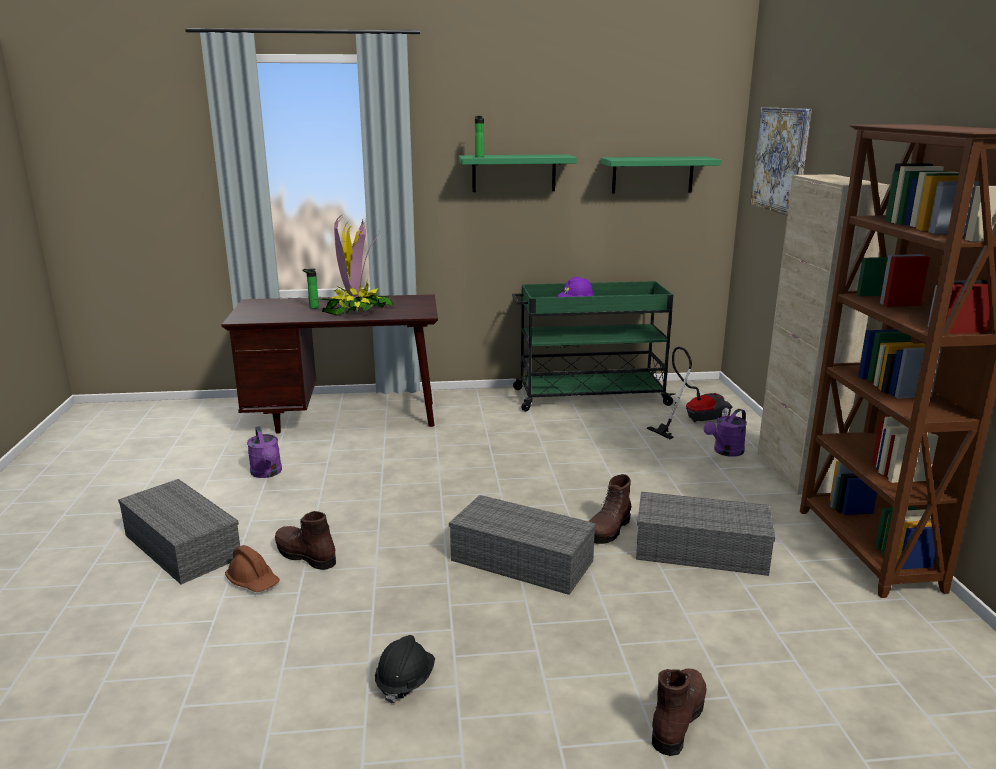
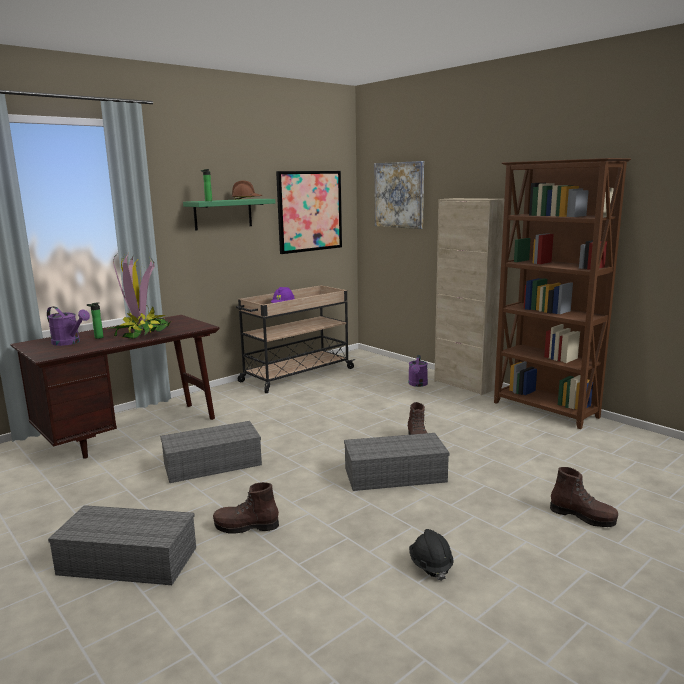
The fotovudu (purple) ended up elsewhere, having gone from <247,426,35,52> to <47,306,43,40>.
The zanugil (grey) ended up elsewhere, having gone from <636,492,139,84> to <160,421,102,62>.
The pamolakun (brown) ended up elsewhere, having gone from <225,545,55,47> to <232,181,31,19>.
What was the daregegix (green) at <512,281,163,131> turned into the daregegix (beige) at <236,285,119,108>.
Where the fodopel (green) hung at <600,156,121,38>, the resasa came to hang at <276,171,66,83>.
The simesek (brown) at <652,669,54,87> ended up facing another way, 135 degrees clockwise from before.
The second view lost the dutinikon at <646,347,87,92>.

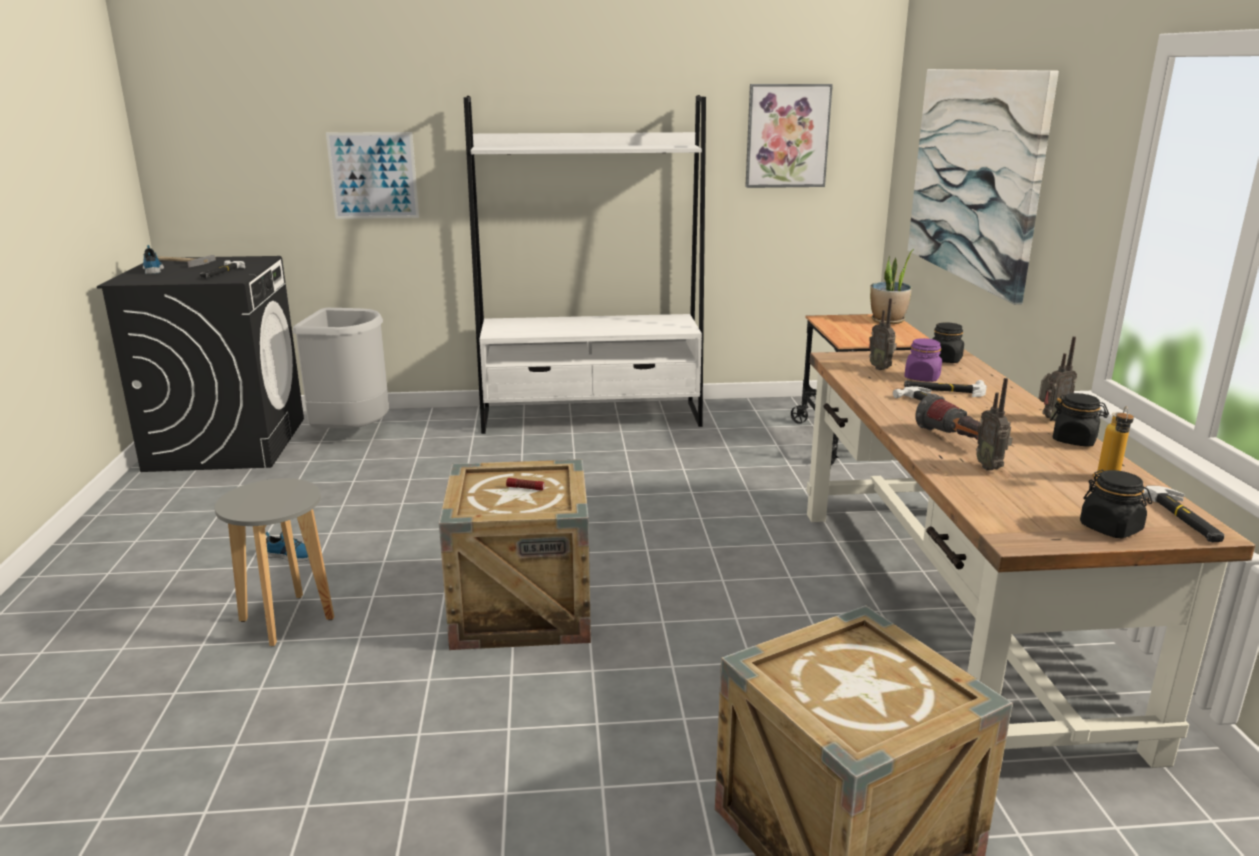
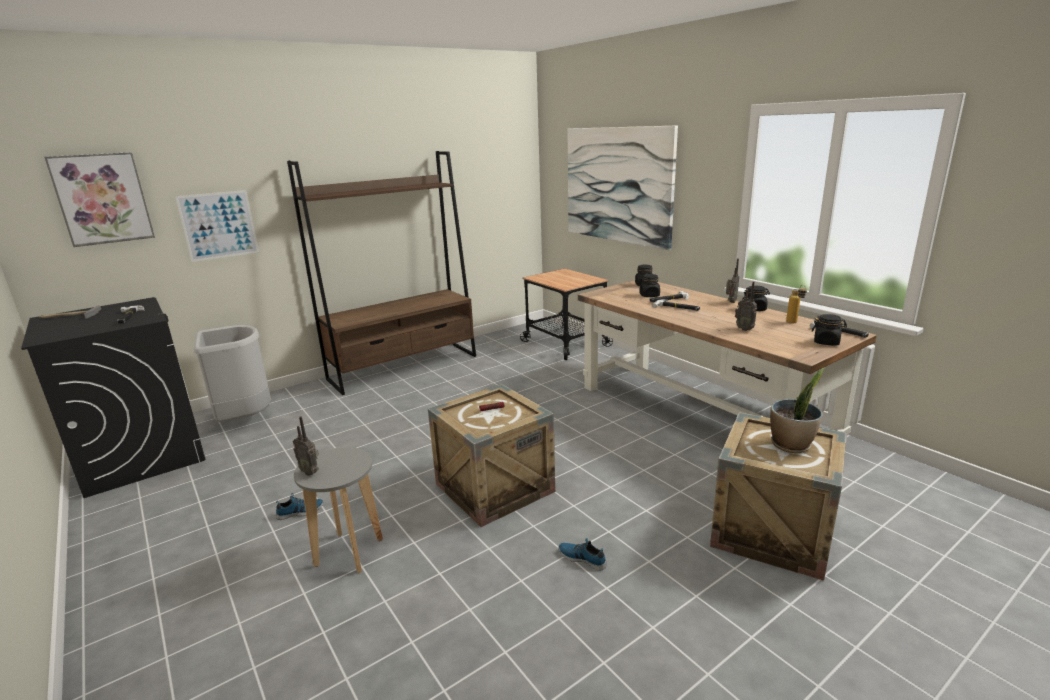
The resasa ended up elsewhere, having gone from <745,84,88,104> to <44,152,111,95>.
What was the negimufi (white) at <464,95,242,339> turned into the negimufi (brown) at <287,151,189,244>.
The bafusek ended up elsewhere, having gone from <869,298,28,72> to <293,416,26,60>.
The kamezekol ended up elsewhere, having gone from <143,245,21,29> to <558,538,49,33>.
What was the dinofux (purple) at <904,338,38,44> turned into the dinofux (black) at <639,274,21,23>.
The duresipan ended up elsewhere, having gone from <870,249,44,75> to <770,367,55,86>.
The second view lost the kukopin at <915,394,66,45>.

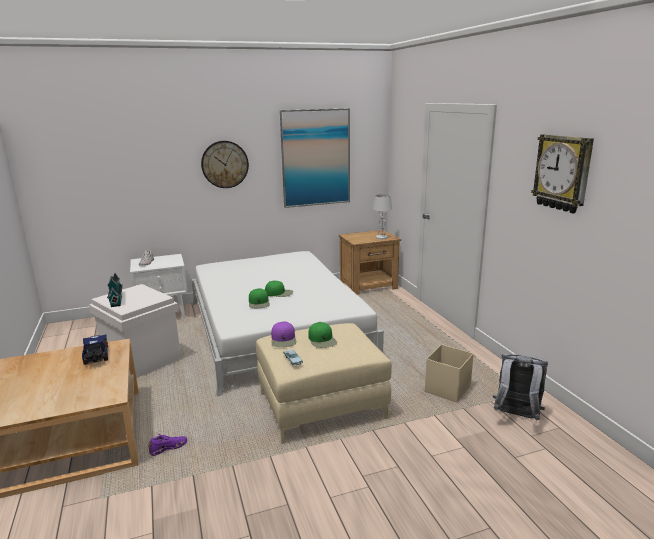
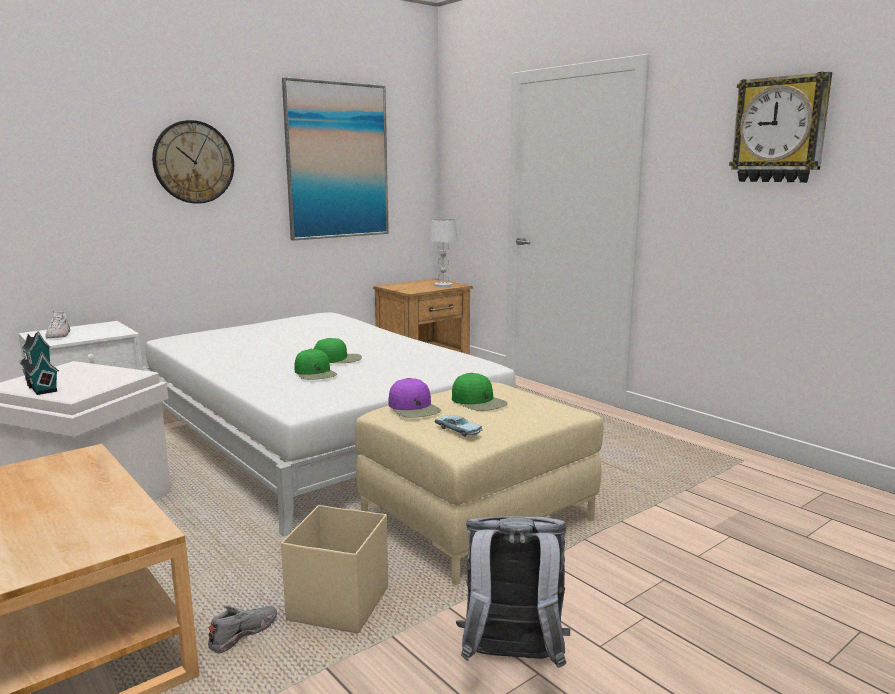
What was the kamezekol (purple) at <148,434,39,22> turned into the kamezekol (grey) at <208,606,69,47>.
The zanugil (beige) ended up elsewhere, having gone from <425,344,49,59> to <281,505,107,129>.
The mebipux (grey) ended up elsewhere, having gone from <493,354,55,66> to <456,516,114,152>.
The second view lost the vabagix at <82,335,26,30>.

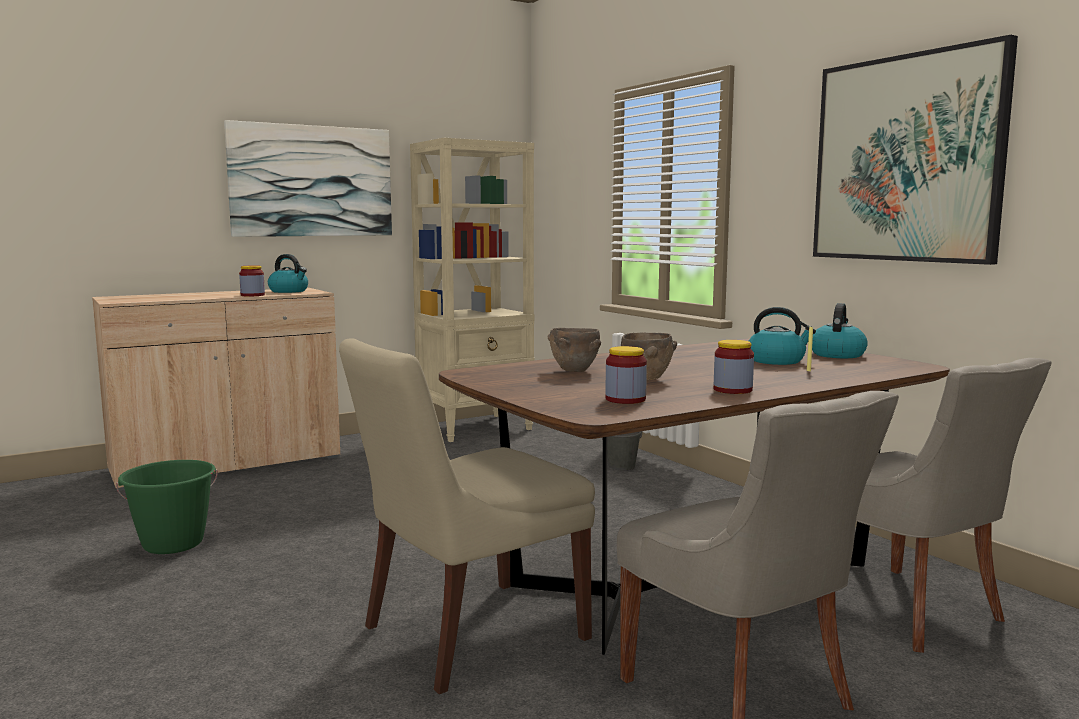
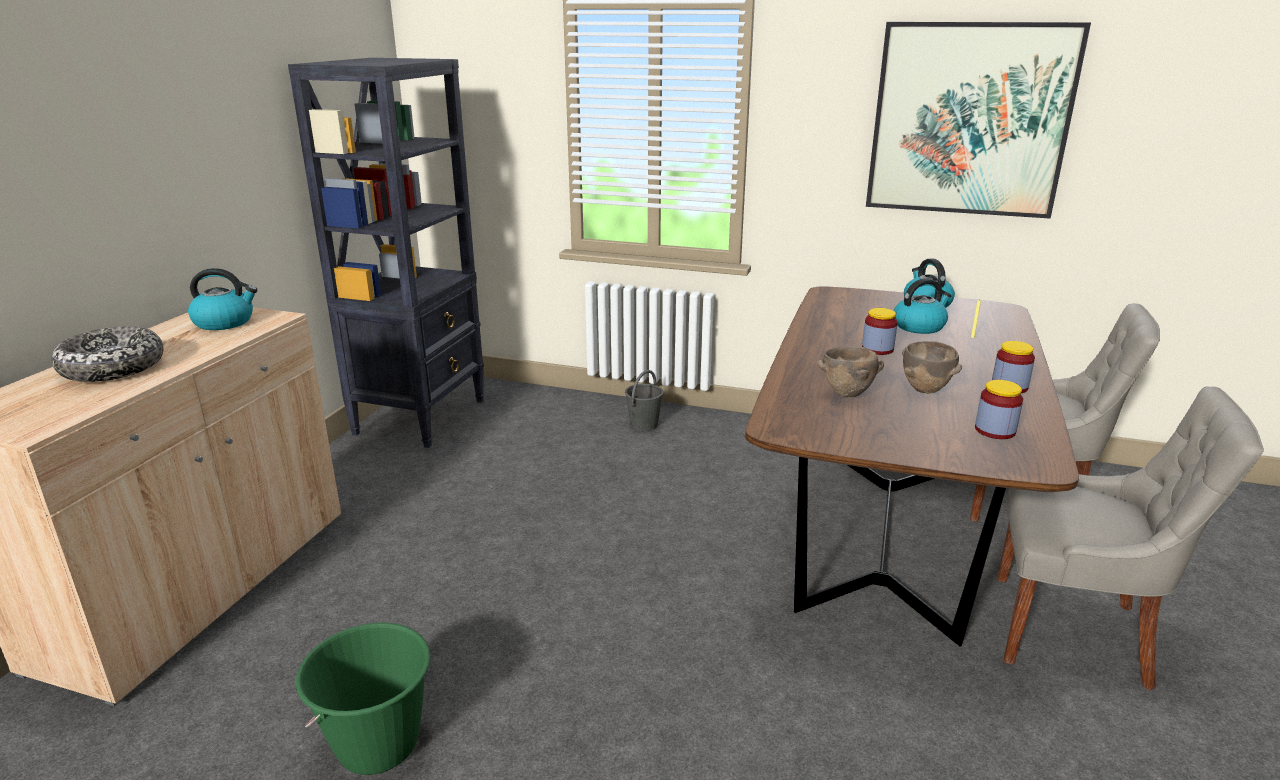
The second view gained the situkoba at <51,326,113,56>.
What was the negimufi (beige) at <410,138,125,304> turned into the negimufi (black) at <288,58,197,390>.
The dinofux ended up elsewhere, having gone from <239,265,26,31> to <862,308,36,47>.
The second view lost the resasa at <224,120,168,117>.
The second view lost the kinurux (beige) at <339,338,256,356>.

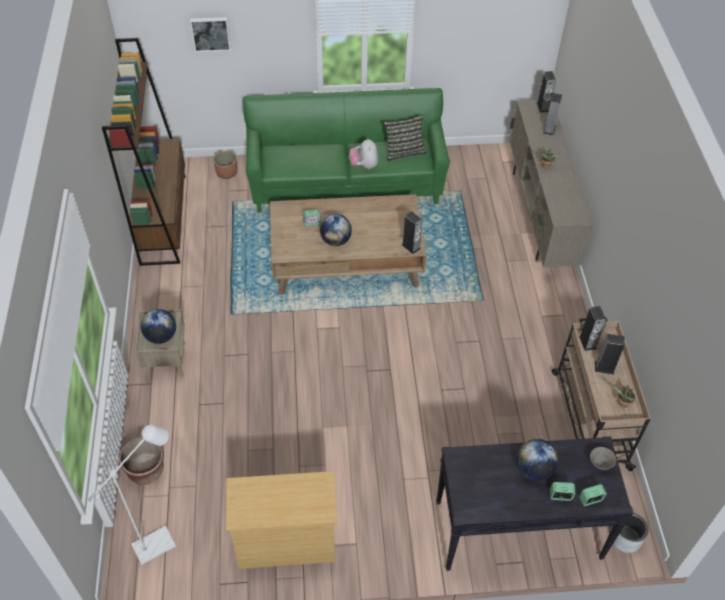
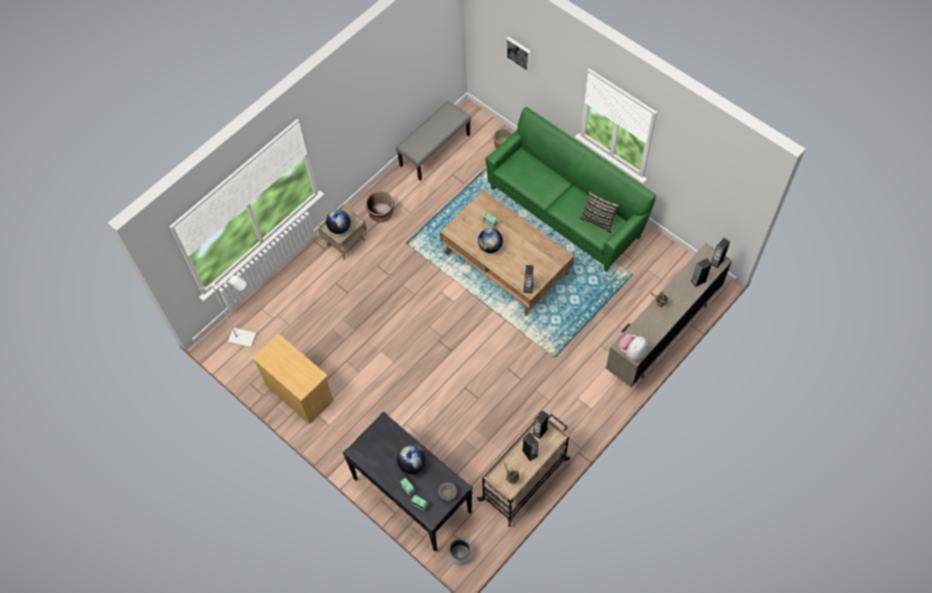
The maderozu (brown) ended up elsewhere, having gone from <119,437,45,48> to <366,192,28,31>.
Where the negimufi (brown) stood at <102,38,84,228>, the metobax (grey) came to stand at <396,101,75,80>.
The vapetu ended up elsewhere, having gone from <349,139,30,30> to <618,334,29,27>.

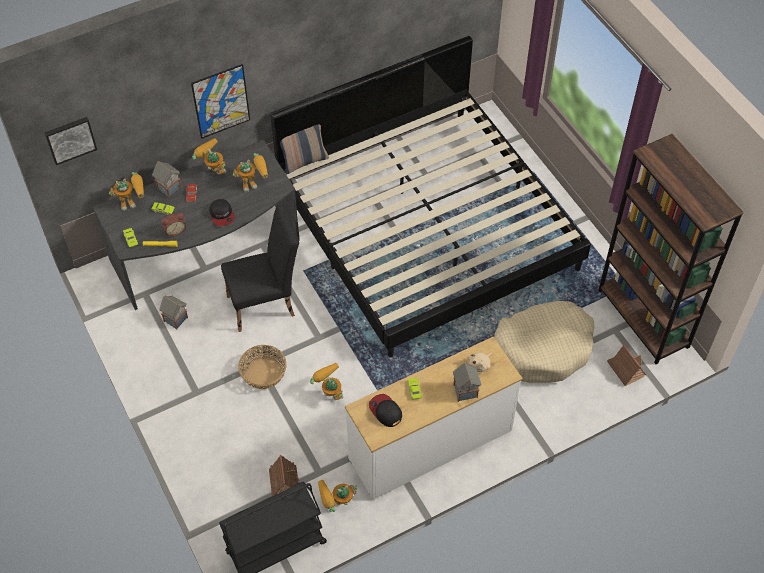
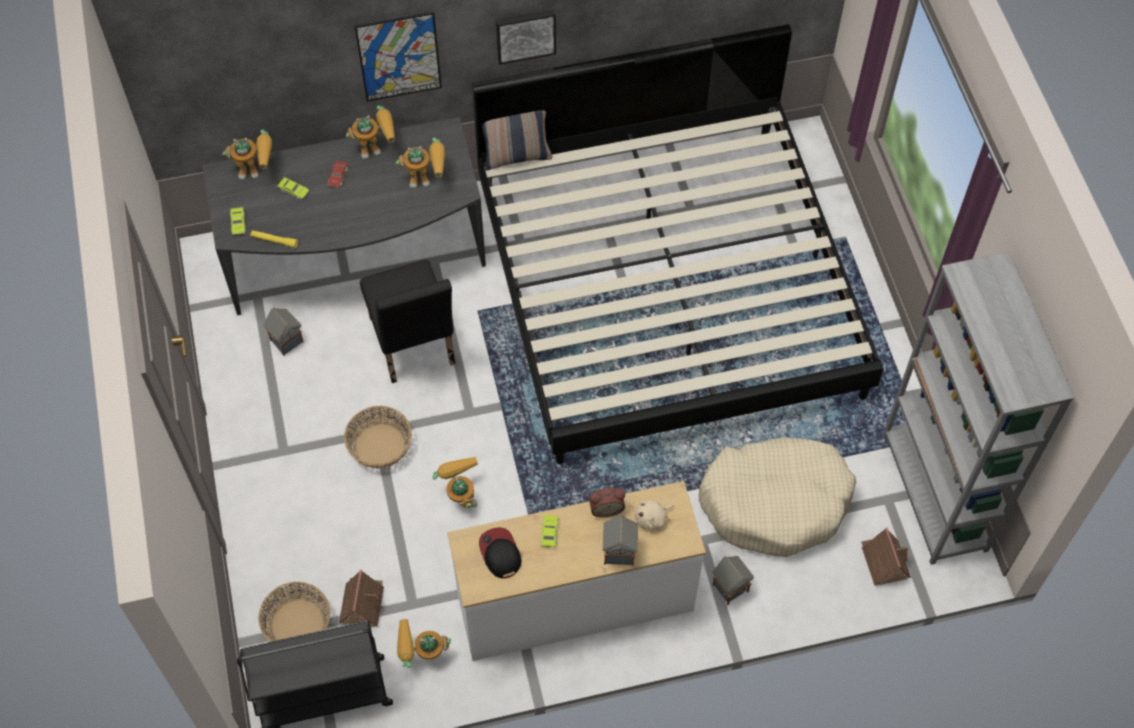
The second view gained the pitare at <258,582,72,60>.
The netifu at <192,138,34,37> ended up facing another way, 105 degrees clockwise from before.
The kinurux (black) at <221,205,78,127> ended up facing another way, 75 degrees clockwise from before.
The resasa ended up elsewhere, having gone from <45,117,52,48> to <496,10,60,55>.
The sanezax ended up elsewhere, having gone from <162,213,24,23> to <589,488,36,29>.
The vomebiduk ended up elsewhere, having gone from <152,161,30,37> to <713,556,41,49>.
What was the negimufi (brown) at <598,134,146,230> turned into the negimufi (grey) at <882,252,192,313>.
The second view lost the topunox at <209,199,26,27>.

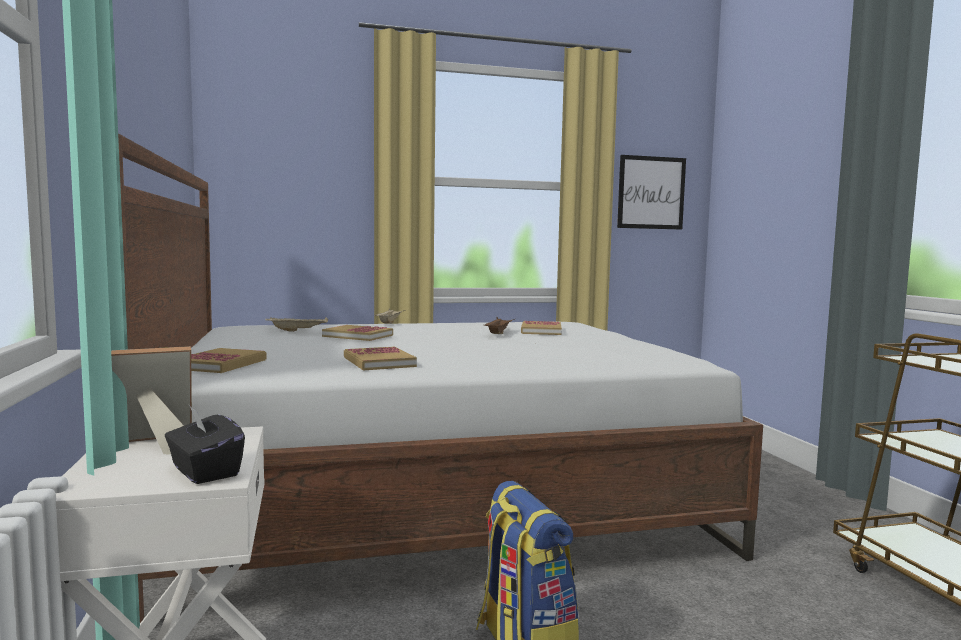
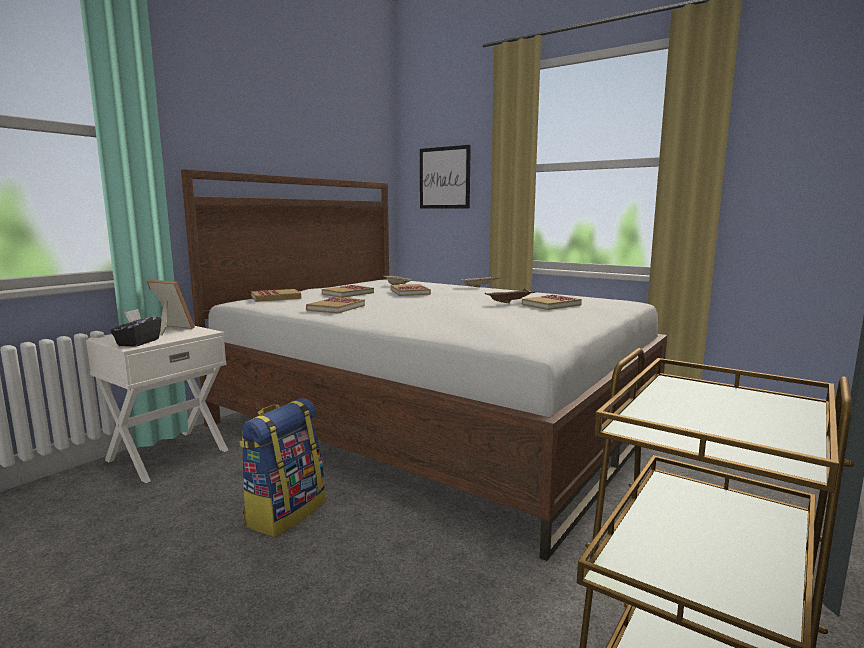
The second view gained the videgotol at <322,285,52,13>.
The resasa ended up elsewhere, having gone from <617,155,69,75> to <420,145,51,64>.

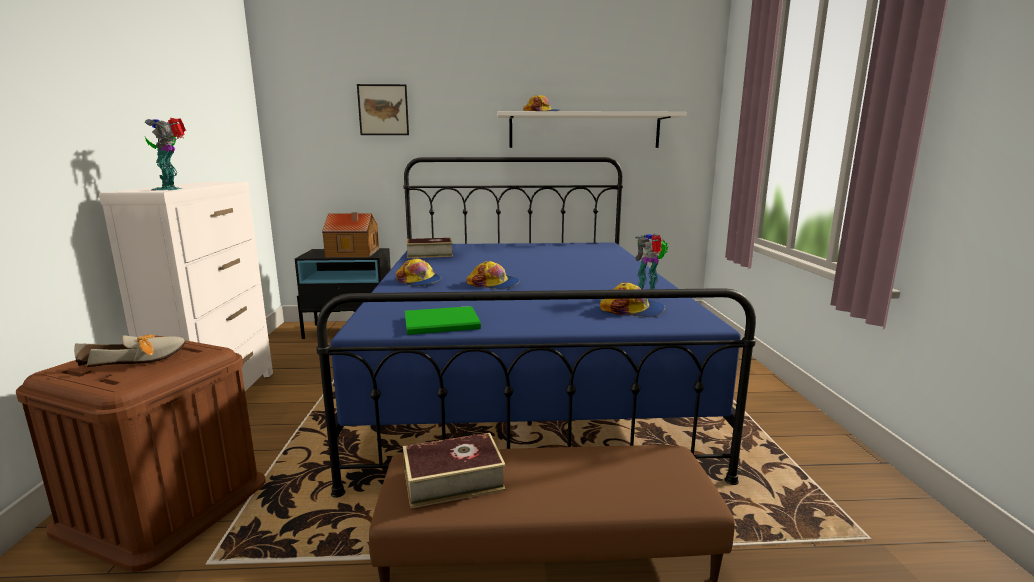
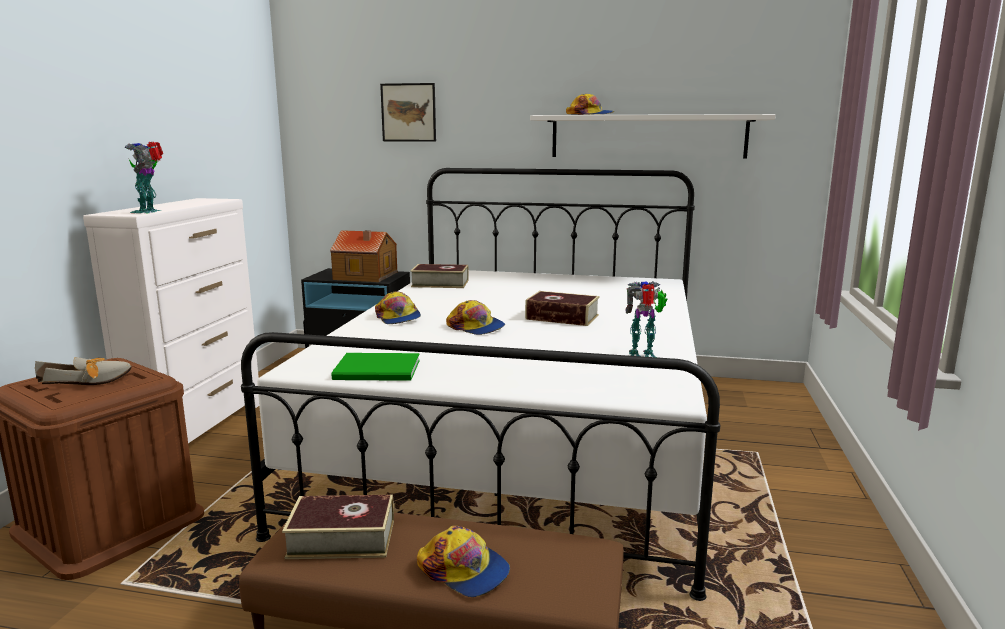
What was the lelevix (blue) at <316,157,440,341> turned into the lelevix (white) at <241,168,480,433>.
The topunox ended up elsewhere, having gone from <600,282,65,35> to <417,526,93,71>.
The second view gained the videgotol at <525,291,74,35>.

